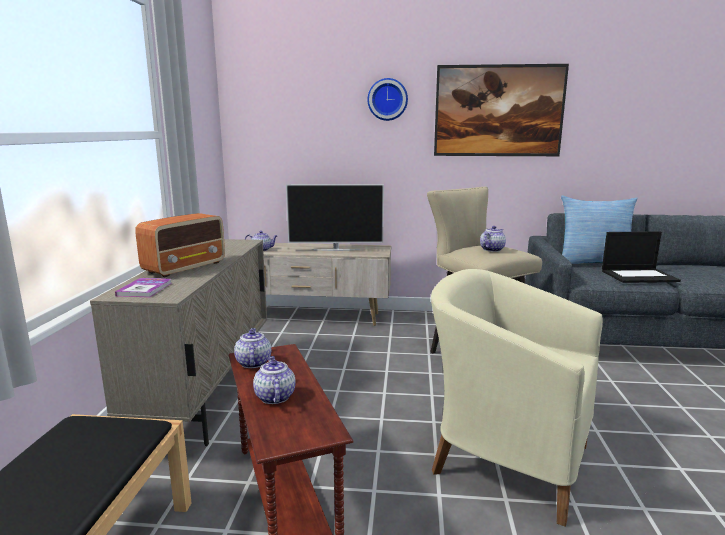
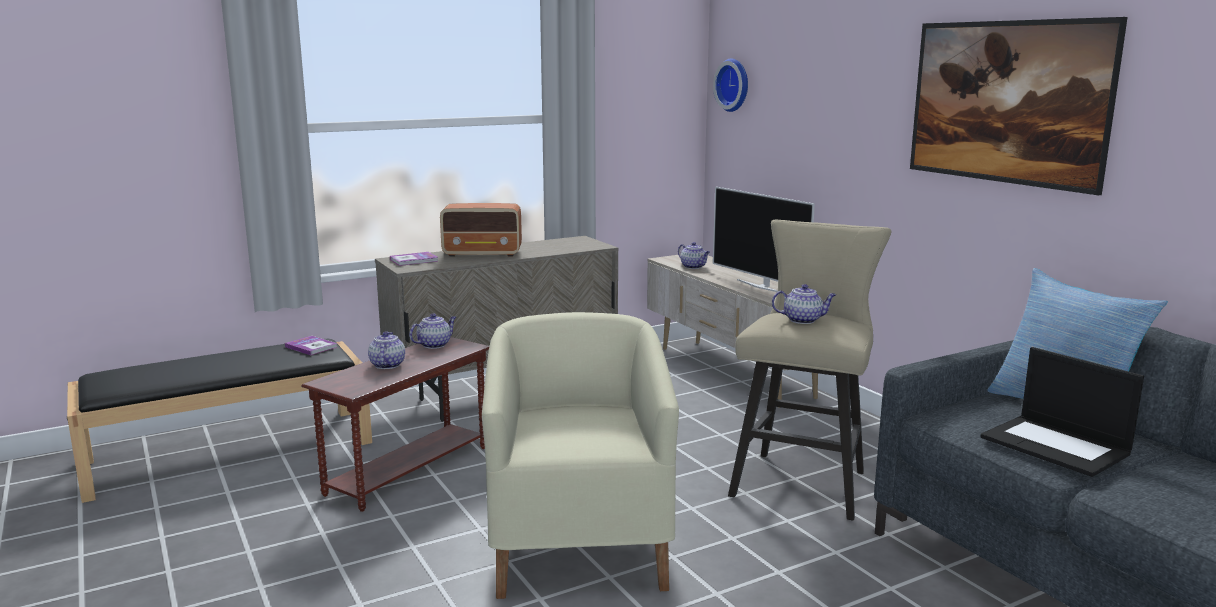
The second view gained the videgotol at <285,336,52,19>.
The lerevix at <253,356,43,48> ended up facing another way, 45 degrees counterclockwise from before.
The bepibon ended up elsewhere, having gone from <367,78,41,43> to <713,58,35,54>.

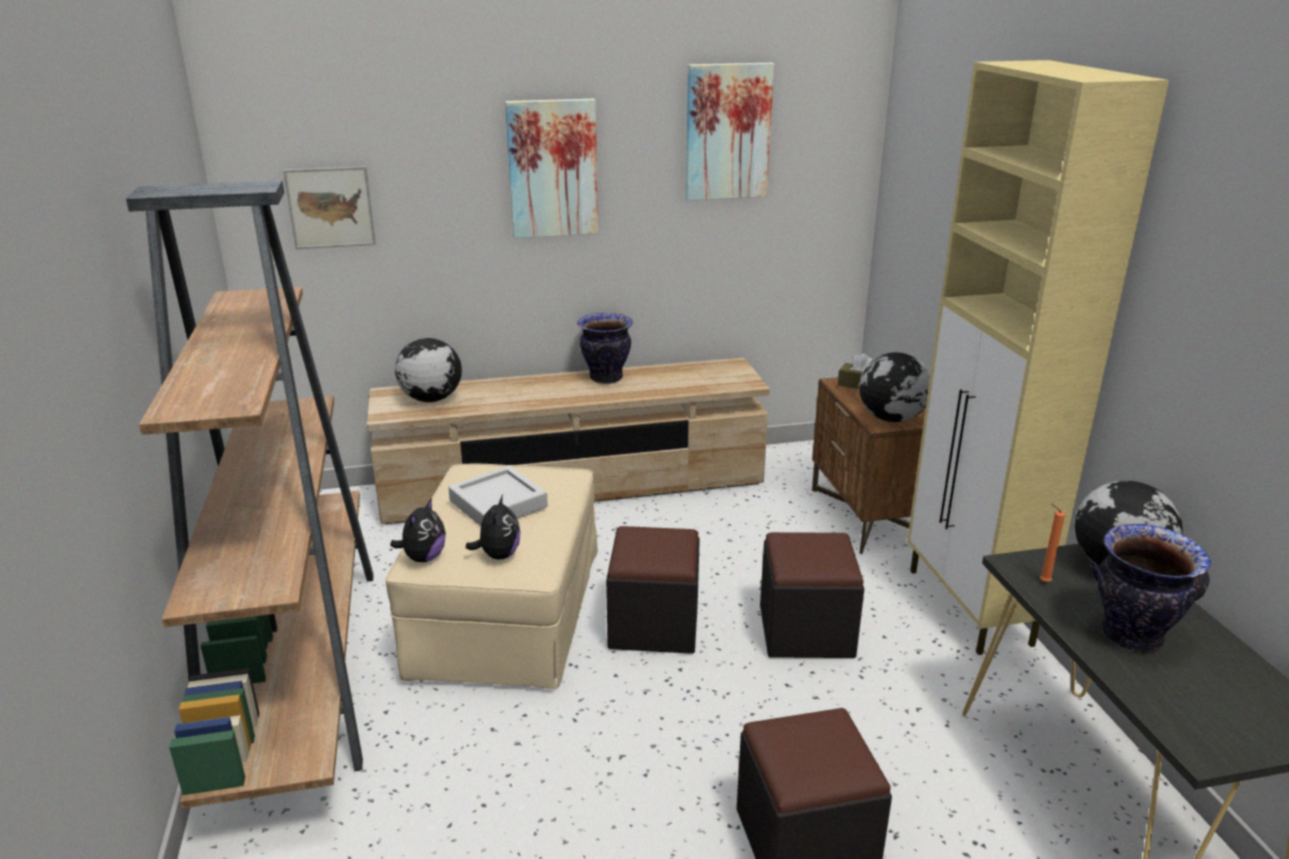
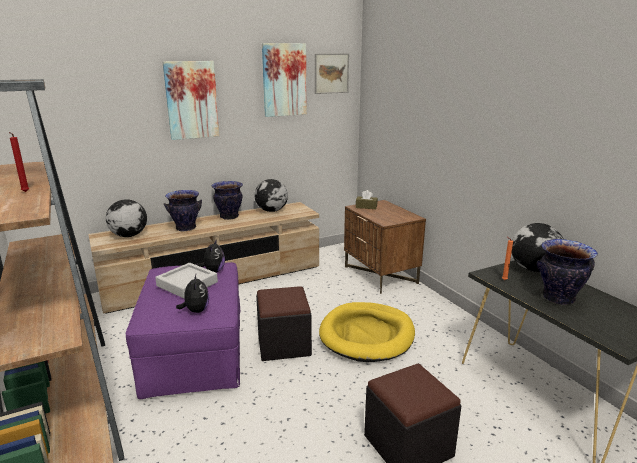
The second view gained the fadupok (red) at <9,132,20,60>.
What was the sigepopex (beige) at <386,463,212,226> turned into the sigepopex (purple) at <125,262,115,137>.
The second view gained the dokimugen at <164,190,38,41>.
The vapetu ended up elsewhere, having gone from <390,498,56,64> to <197,239,28,33>.
The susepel ended up elsewhere, having gone from <859,352,71,70> to <254,179,34,33>.
The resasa ended up elsewhere, having gone from <283,166,93,83> to <315,53,34,41>.
Where the sigepopex (black) stood at <760,532,104,126>, the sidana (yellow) came to stand at <319,302,96,60>.
The second view lost the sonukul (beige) at <907,60,262,595>.

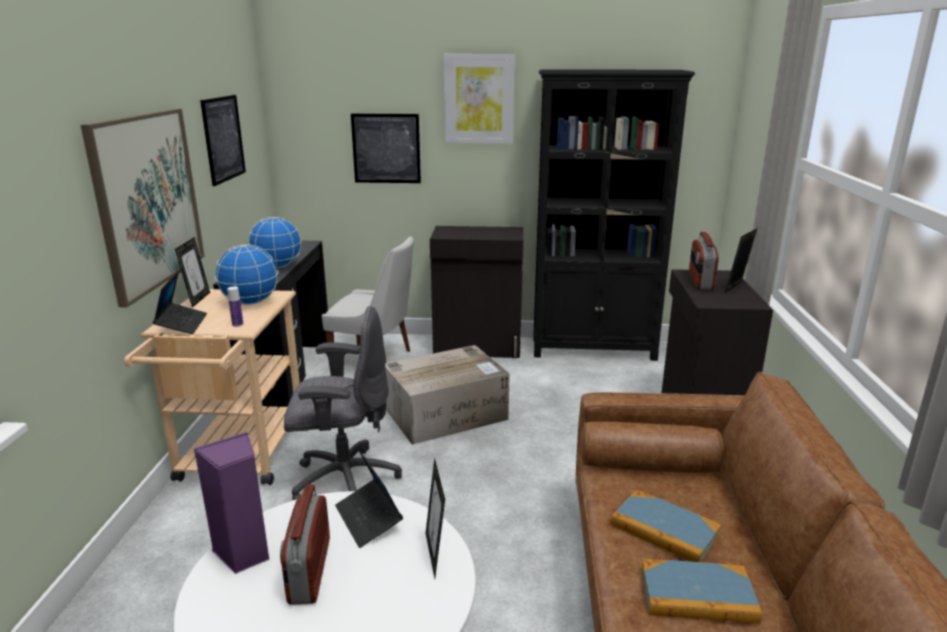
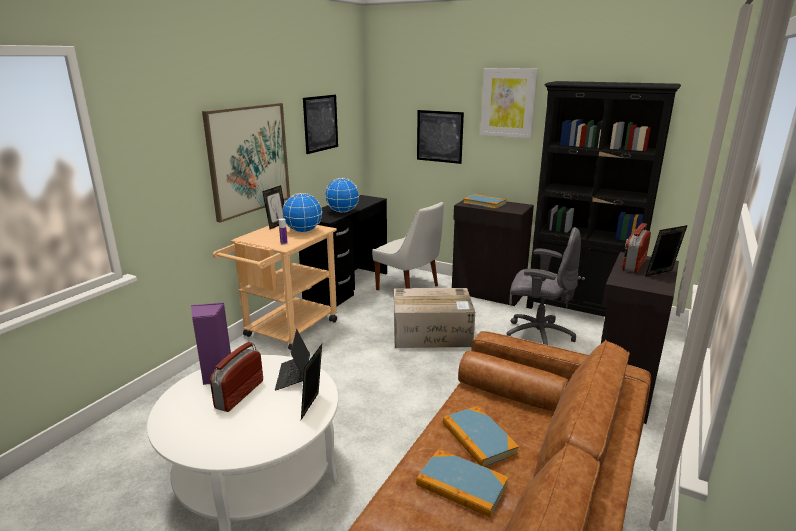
The second view gained the videgotol at <463,194,43,15>.
The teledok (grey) ended up elsewhere, having gone from <284,306,118,194> to <507,227,74,118>.
The second view lost the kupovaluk at <153,271,54,63>.

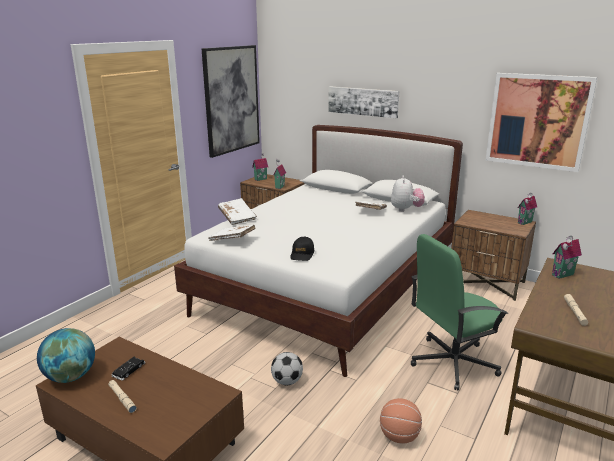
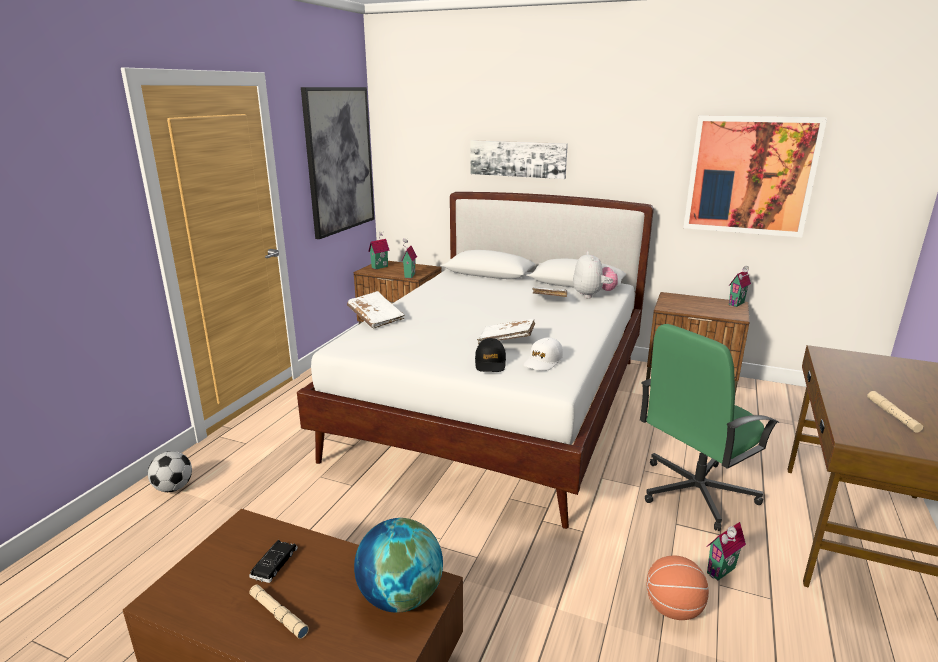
The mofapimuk ended up elsewhere, having gone from <271,352,32,33> to <148,451,44,41>.
The susepel ended up elsewhere, having gone from <37,328,58,55> to <354,518,89,95>.
The videgotol (white) ended up elsewhere, having gone from <208,225,48,16> to <477,318,58,26>.
The second view gained the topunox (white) at <524,337,39,34>.
The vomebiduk ended up elsewhere, having gone from <552,235,30,44> to <706,522,40,58>.

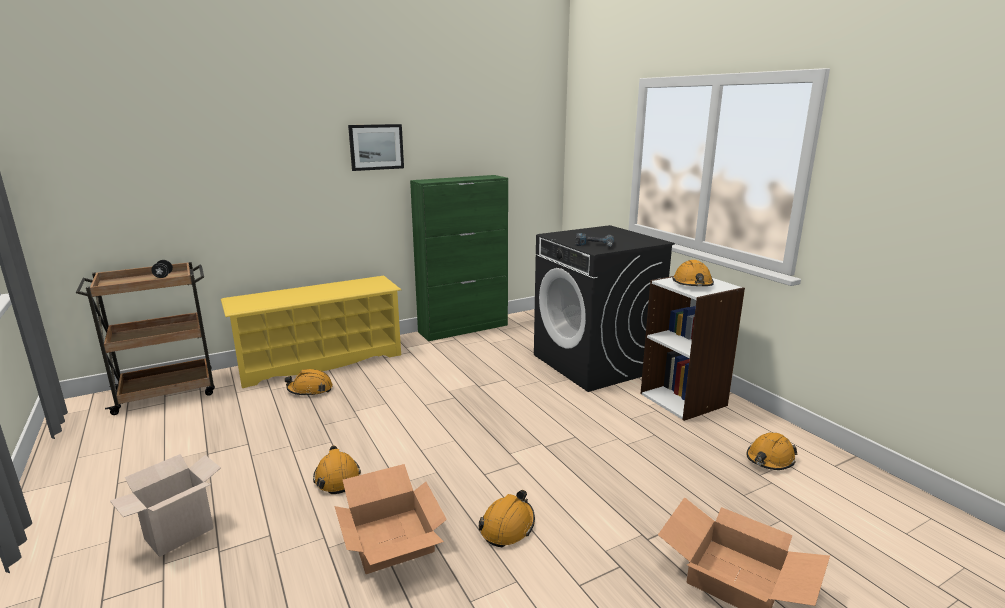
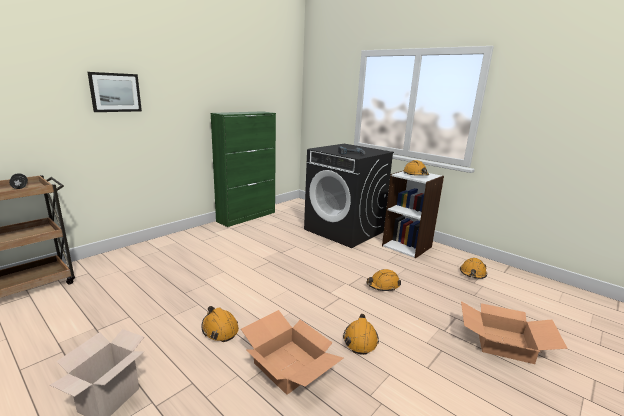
The resasa ended up elsewhere, having gone from <348,124,56,47> to <88,72,54,40>.
The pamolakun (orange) ended up elsewhere, having gone from <285,369,48,28> to <367,269,34,22>.
The second view lost the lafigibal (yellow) at <221,276,180,112>.

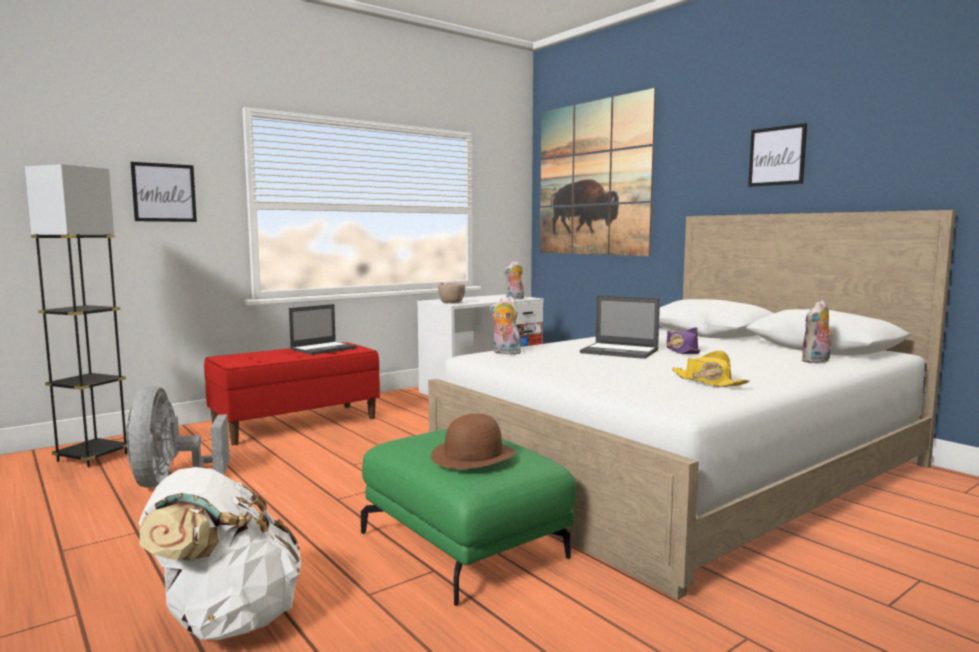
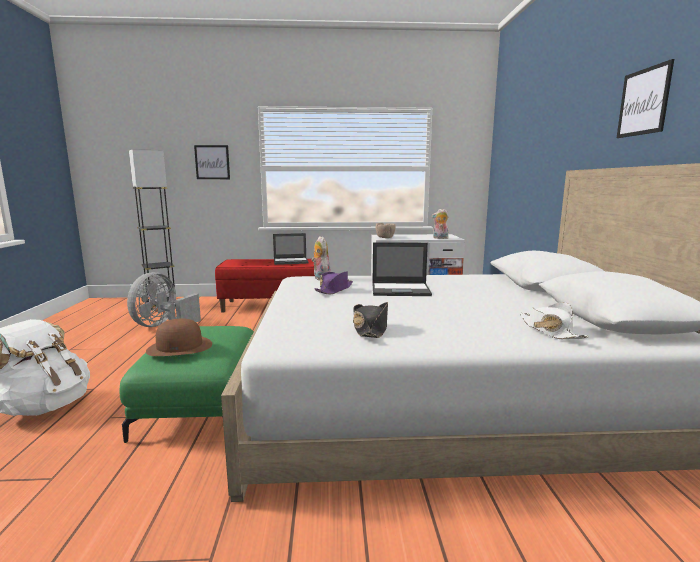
The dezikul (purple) ended up elsewhere, having gone from <667,327,33,27> to <315,271,38,23>.
What was the dezikul (yellow) at <672,351,78,36> turned into the dezikul (black) at <353,302,35,36>.
The kupovaluk at <580,295,80,64> ended up facing another way, 60 degrees counterclockwise from before.
Where the vapetu stood at <801,300,33,64>, the dezikul (white) came to stand at <520,302,69,37>.
The second view lost the resasa at <540,88,116,168>.

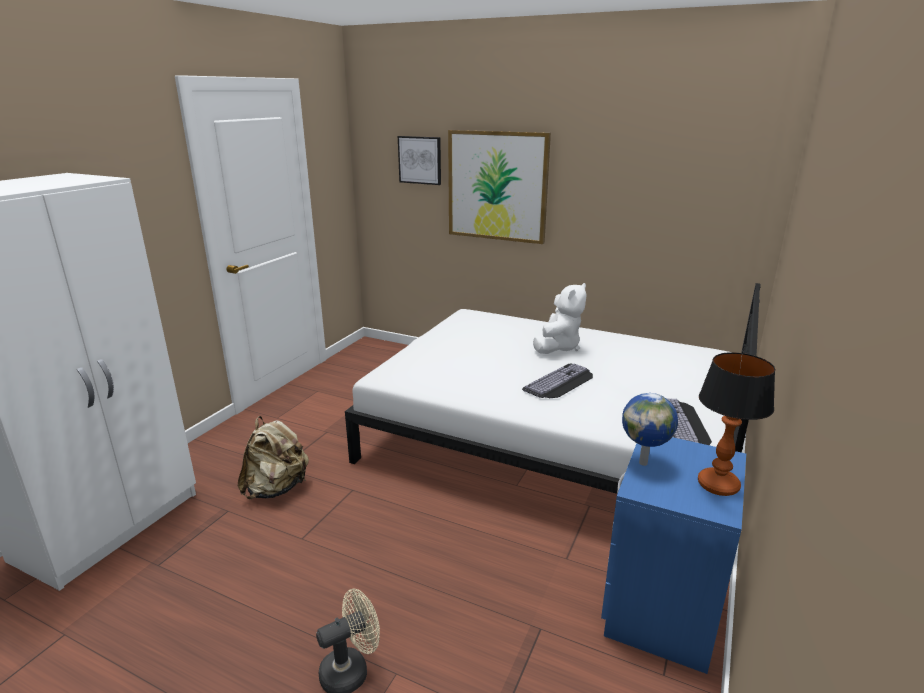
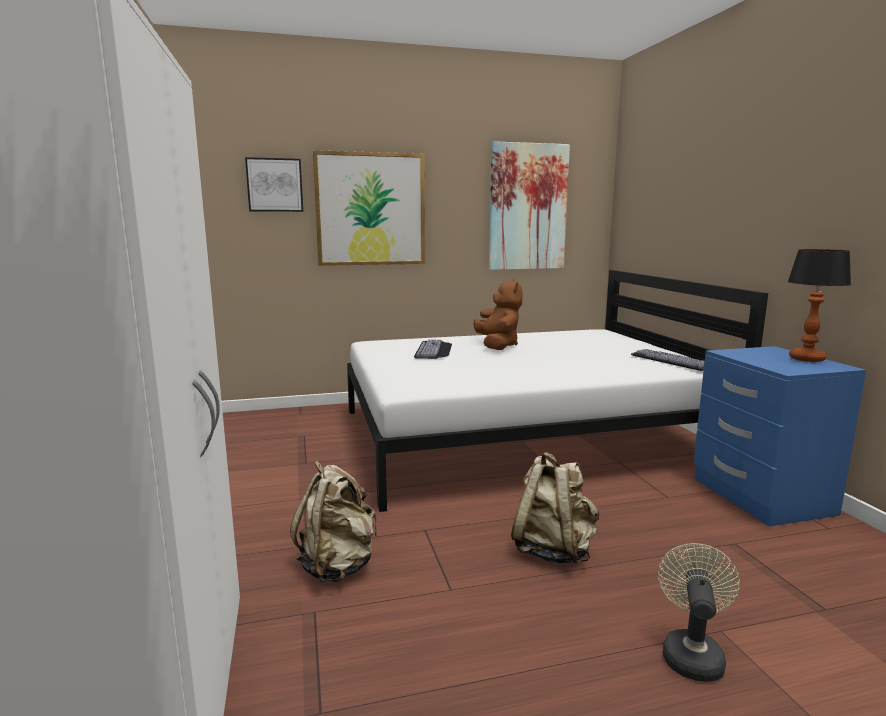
The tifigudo ended up elsewhere, having gone from <522,363,71,35> to <414,339,38,20>.
What was the vapetu (white) at <533,283,54,71> turned into the vapetu (brown) at <473,279,50,71>.
The second view gained the resasa at <489,141,81,129>.
The second view gained the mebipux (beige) at <511,452,88,112>.
The second view lost the susepel at <622,393,56,73>.

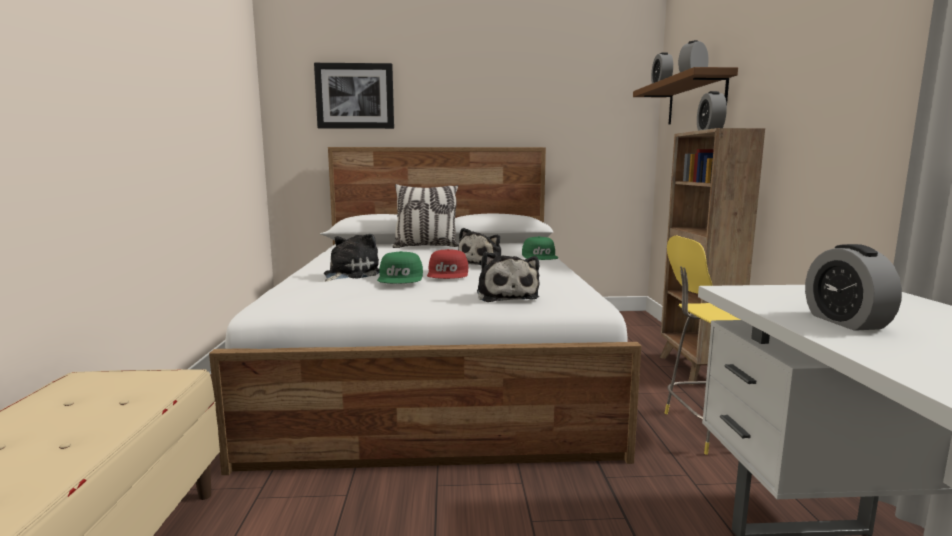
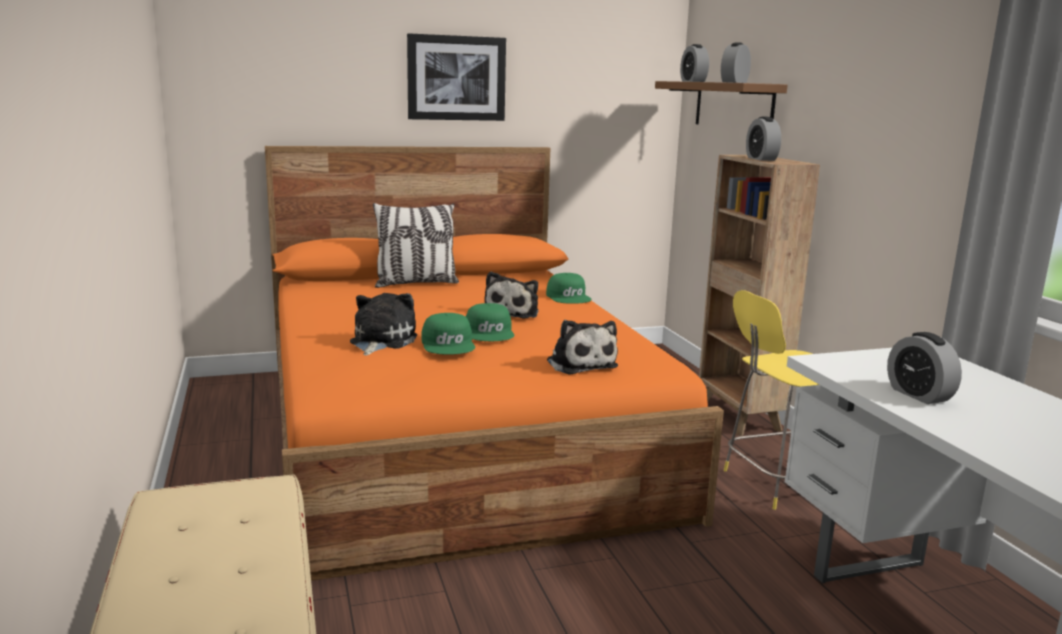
What was the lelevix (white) at <209,147,432,328> turned into the lelevix (orange) at <265,146,459,435>.
The resasa ended up elsewhere, having gone from <314,63,80,66> to <407,33,99,88>.
What was the topunox (red) at <427,249,41,30> turned into the topunox (green) at <466,303,48,38>.

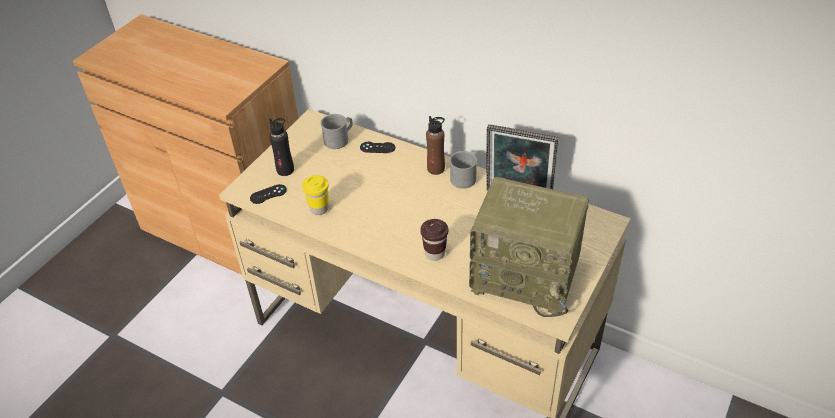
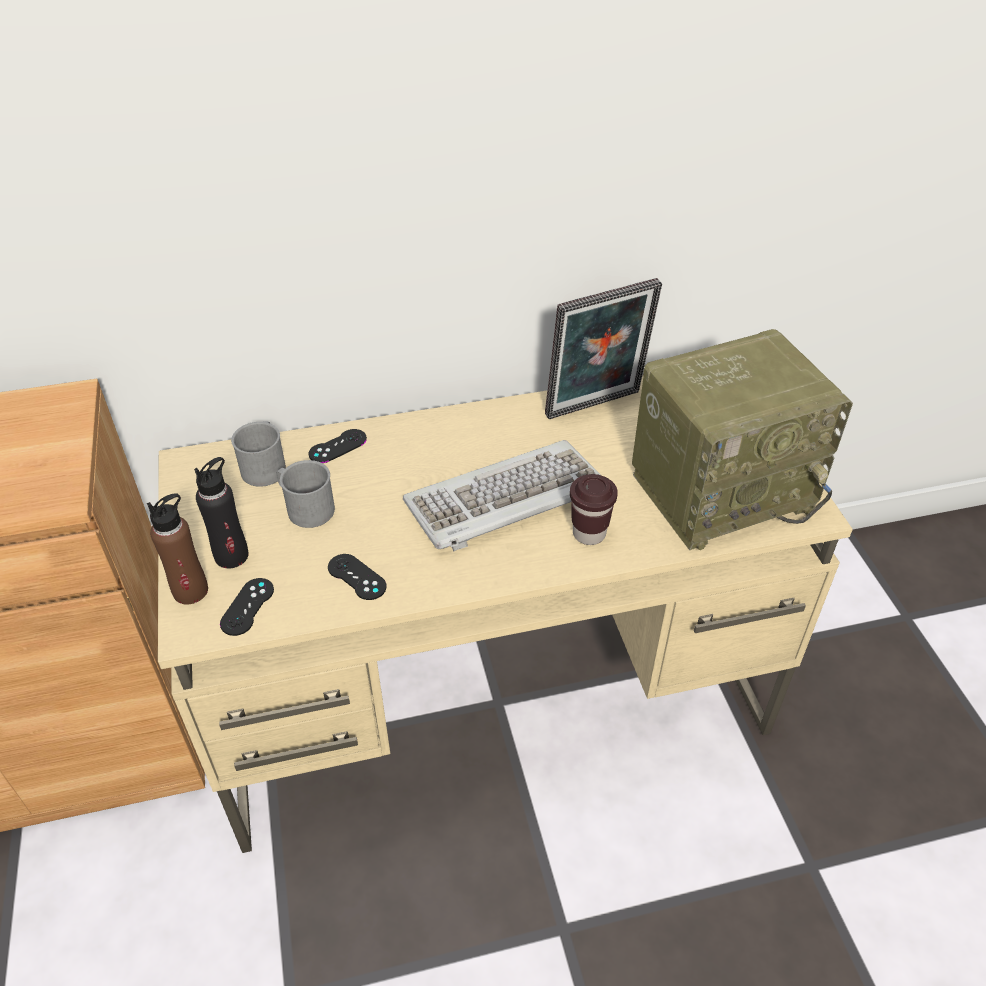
The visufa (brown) ended up elsewhere, having gone from <426,116,19,59> to <147,493,61,111>.
The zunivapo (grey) ended up elsewhere, having gone from <450,151,27,38> to <276,460,59,68>.
Where the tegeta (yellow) stood at <302,175,27,40>, the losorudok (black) came to stand at <328,554,59,46>.
The second view gained the tifigudo at <403,440,197,112>.

